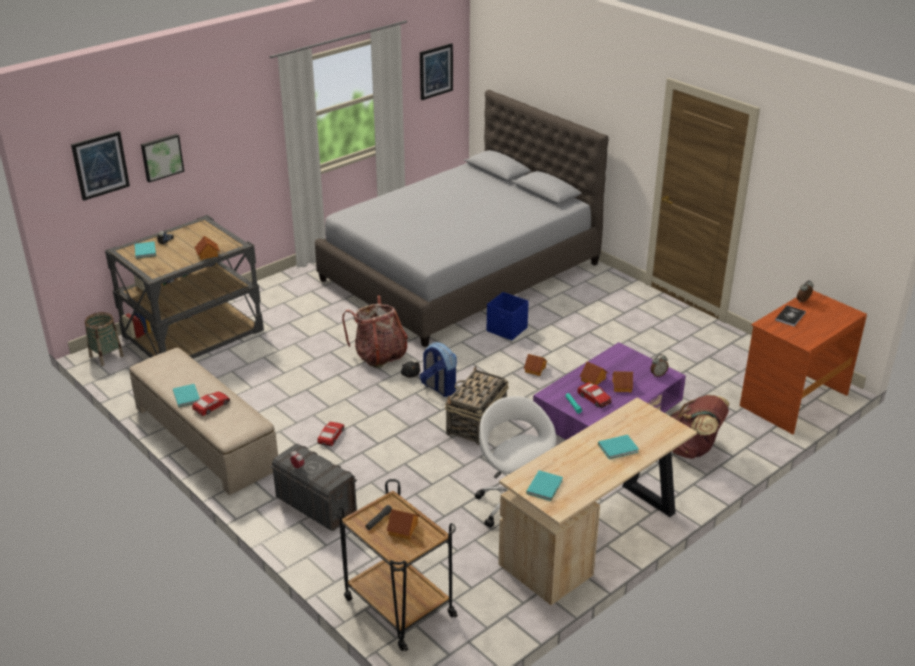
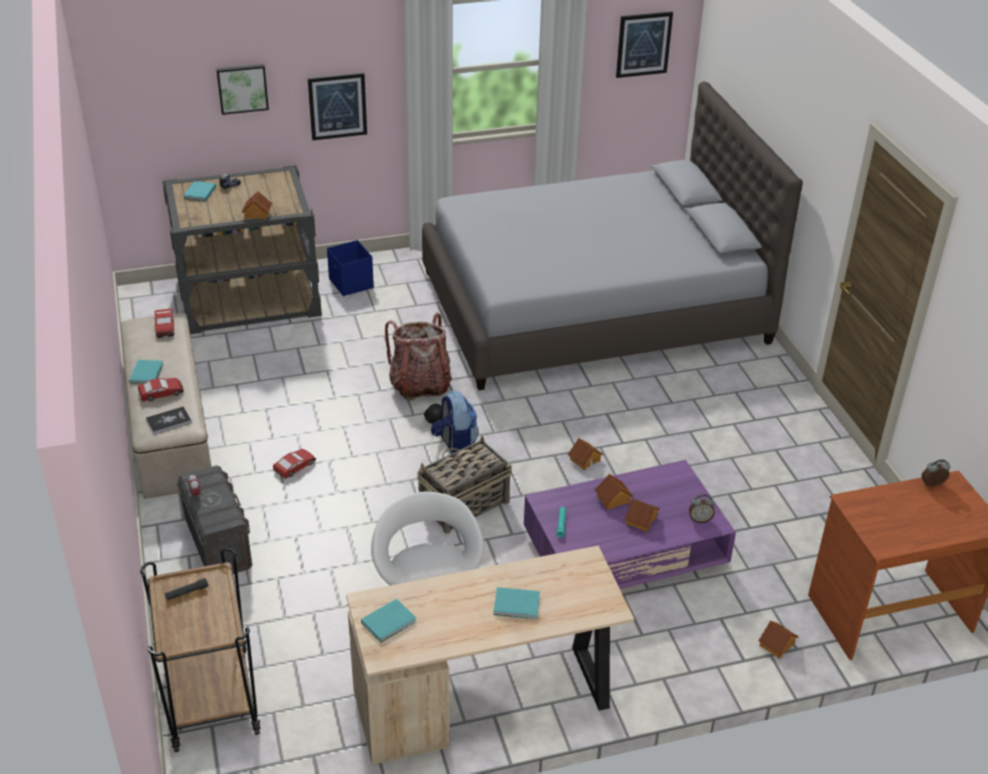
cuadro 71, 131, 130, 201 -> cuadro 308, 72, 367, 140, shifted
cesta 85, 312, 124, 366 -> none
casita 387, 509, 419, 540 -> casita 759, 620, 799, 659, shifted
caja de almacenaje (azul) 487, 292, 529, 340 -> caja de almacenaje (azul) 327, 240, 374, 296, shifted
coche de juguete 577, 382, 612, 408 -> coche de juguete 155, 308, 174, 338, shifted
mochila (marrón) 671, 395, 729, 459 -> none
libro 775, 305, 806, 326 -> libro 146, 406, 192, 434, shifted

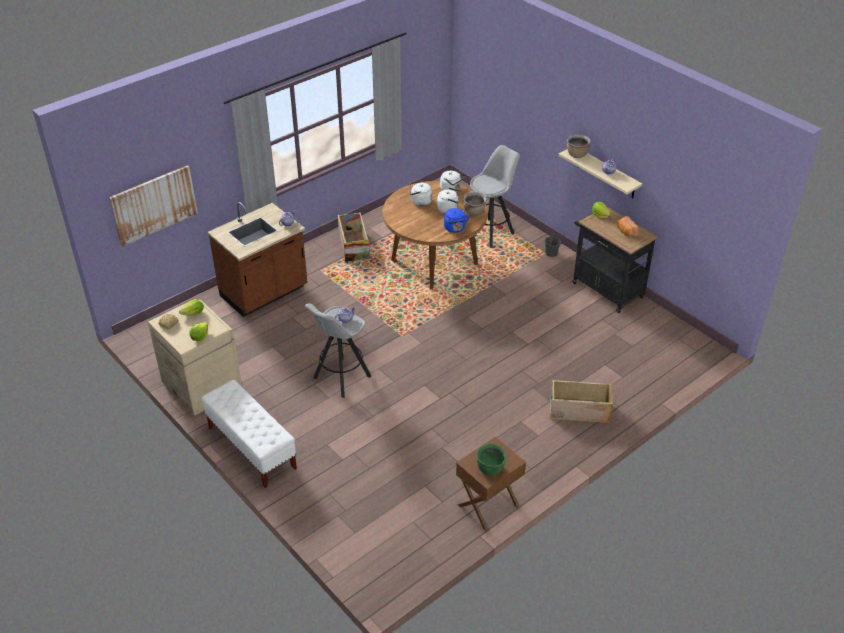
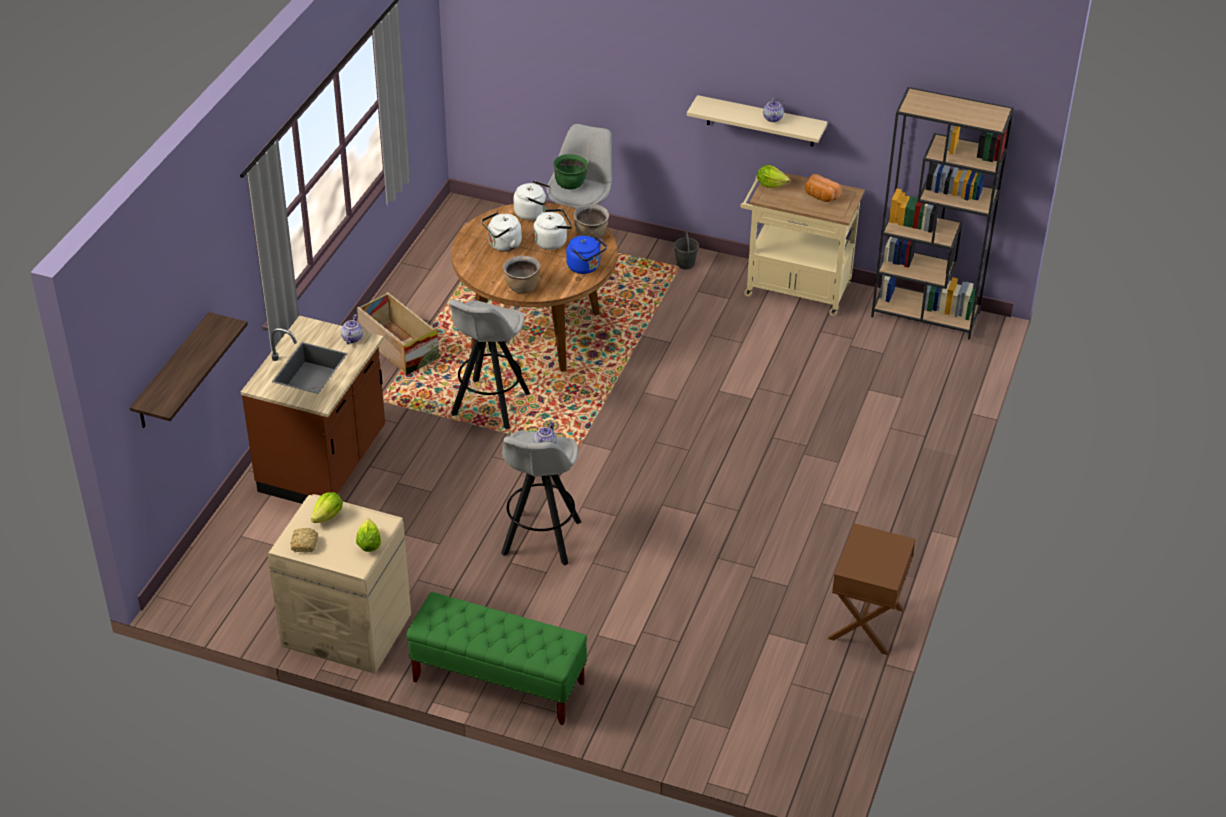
cuadro 109, 165, 198, 246 -> estante 130, 312, 248, 428
banco (blanco) 201, 380, 297, 488 -> banco (verde) 407, 592, 587, 725
olla (verde) 477, 444, 507, 476 -> olla (verde) 553, 154, 588, 189, shifted
caja de embalaje 550, 380, 613, 424 -> none
olla (marrón) 567, 135, 591, 158 -> olla (marrón) 503, 256, 540, 293, shifted
carrito (negro) 572, 206, 658, 313 -> carrito (beis) 740, 172, 865, 316
none -> taburete (gris) 448, 299, 530, 429
none -> estantería 871, 87, 1014, 339

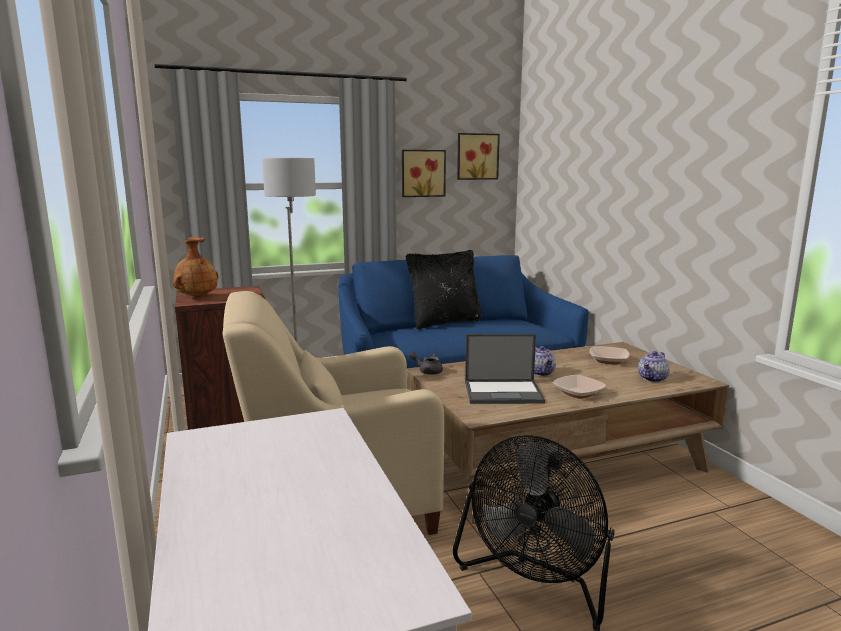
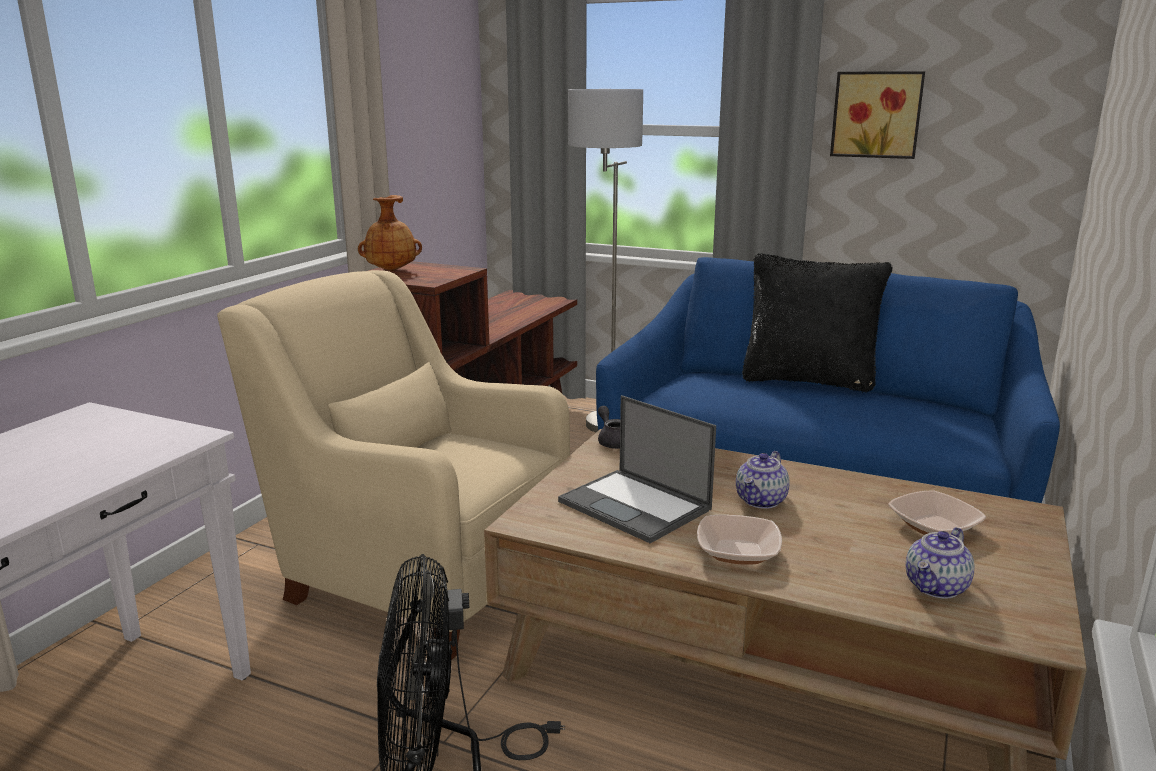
cuadro 457, 133, 500, 180 -> none
tetera 638, 351, 670, 382 -> tetera 906, 527, 974, 599, 45 degrees counterclockwise

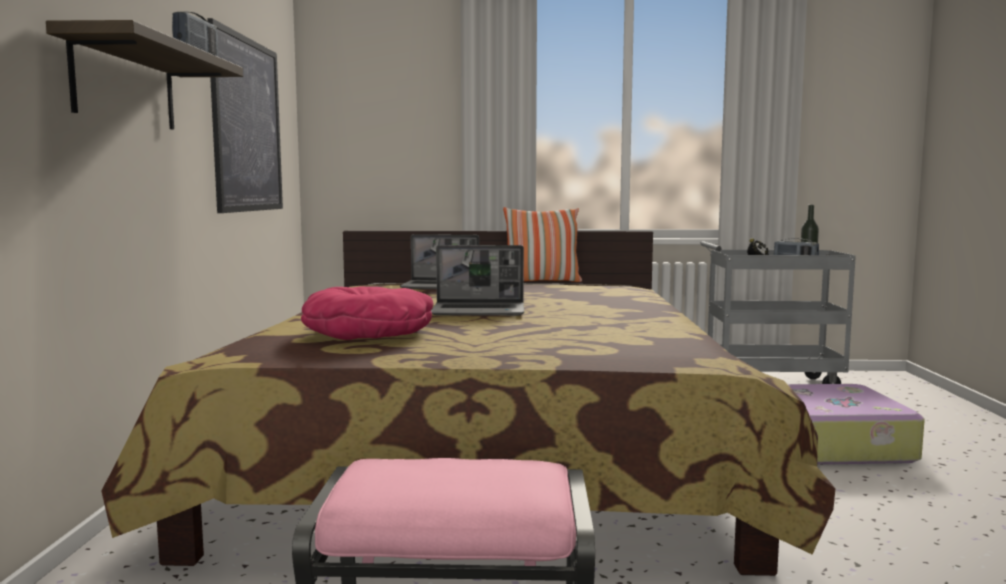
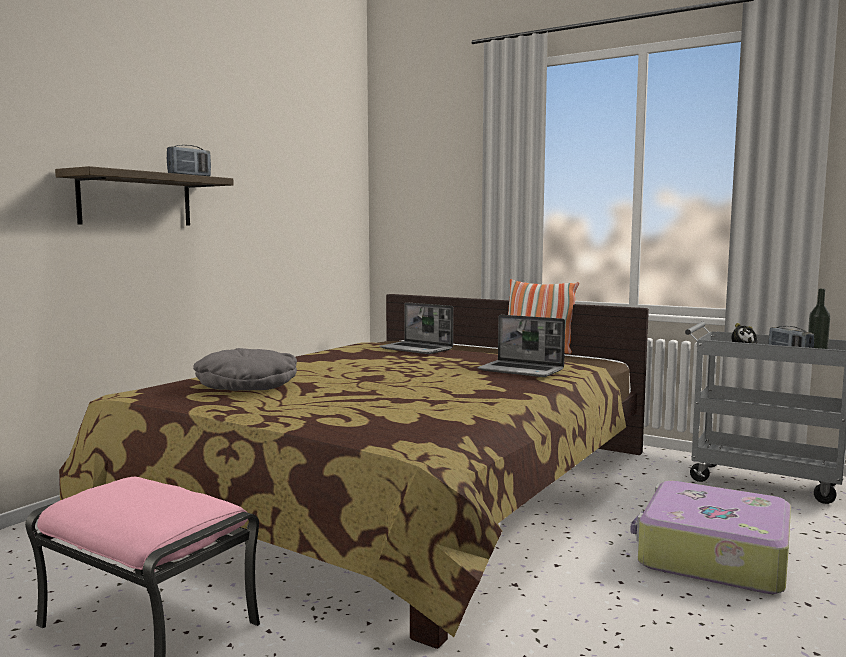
cuadro 207, 18, 283, 213 -> none
cojín (rosa) 301, 287, 433, 340 -> cojín (gris) 193, 348, 297, 391
portátil 431, 245, 524, 316 -> portátil 478, 315, 565, 377, shifted

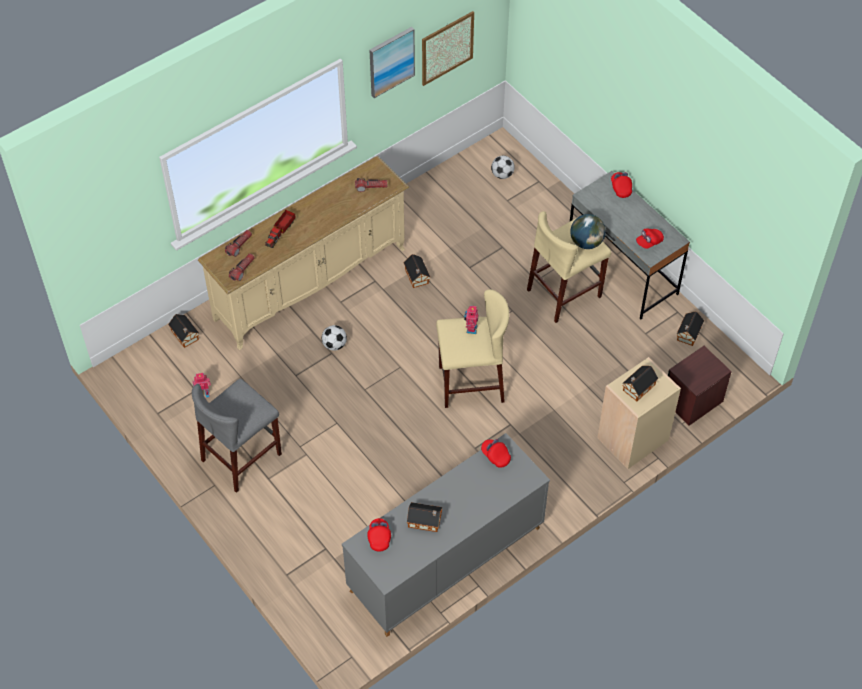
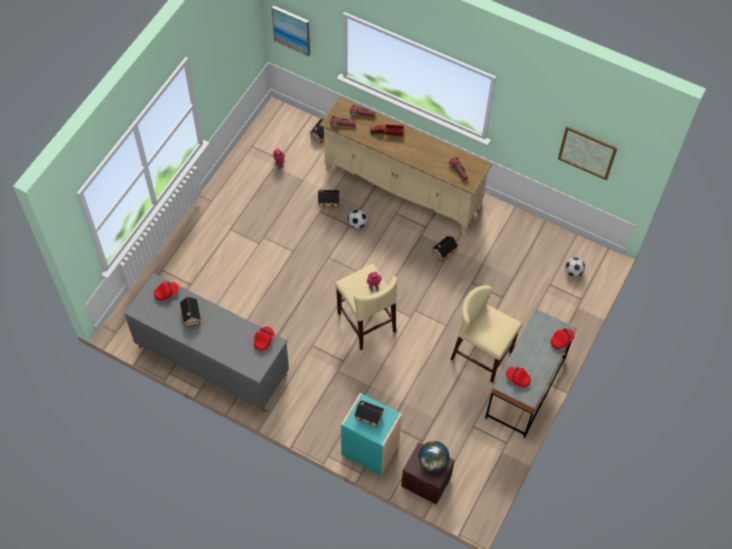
taburete (gris) 192, 378, 282, 493 -> none
cuadro 369, 27, 415, 98 -> cuadro 272, 5, 310, 56, shifted
globo terráqueo 570, 214, 606, 249 -> globo terráqueo 419, 441, 450, 472, shifted
estantería (beis) 597, 357, 681, 469 -> estantería (turquesa) 341, 393, 402, 476
casita 677, 311, 704, 346 -> casita 318, 189, 340, 207, shifted

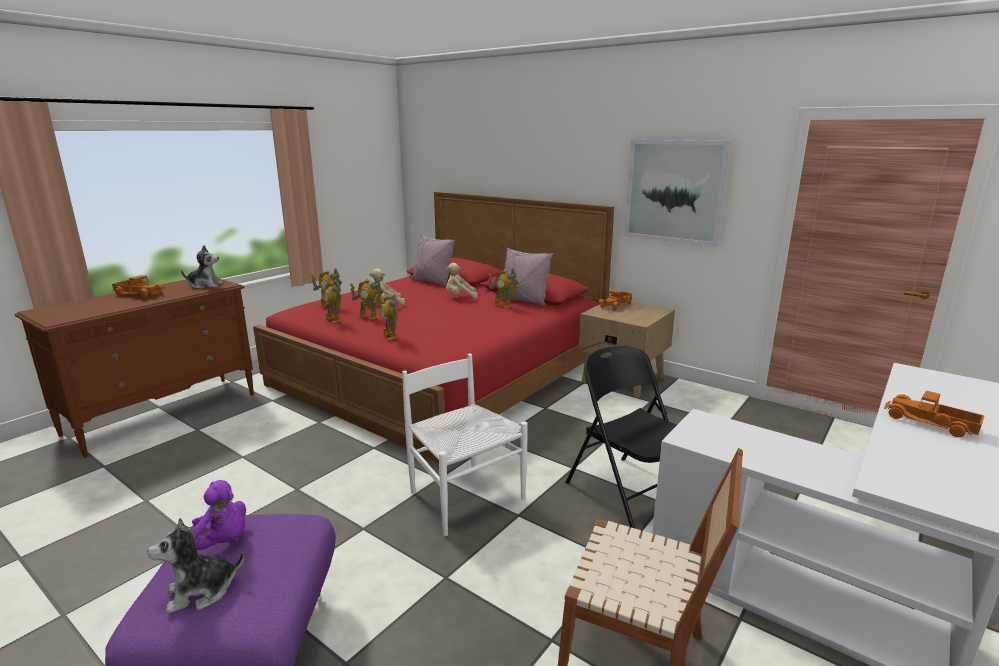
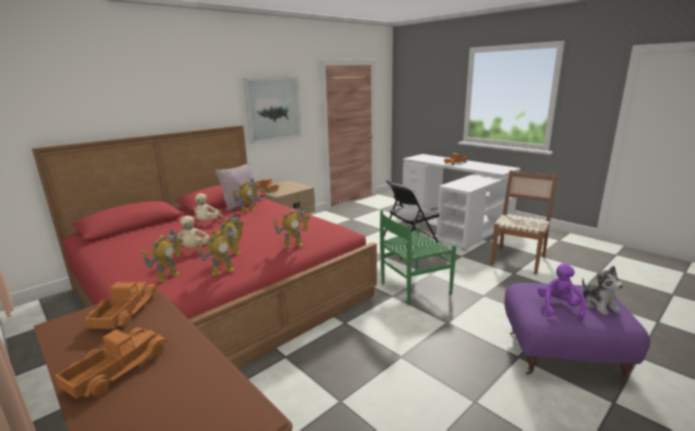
peluche 181, 245, 223, 289 -> camión de juguete 85, 282, 158, 329
silla (blanco) 402, 354, 528, 536 -> silla (verde) 380, 210, 456, 306
cojín (morado) 411, 234, 455, 286 -> none

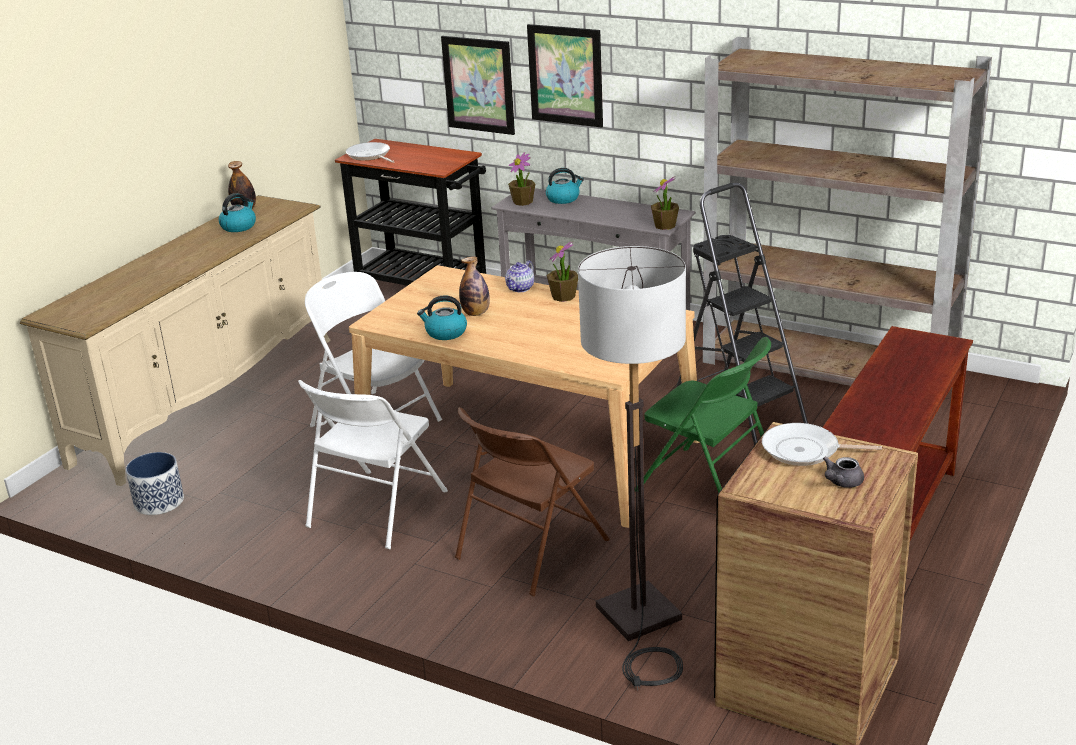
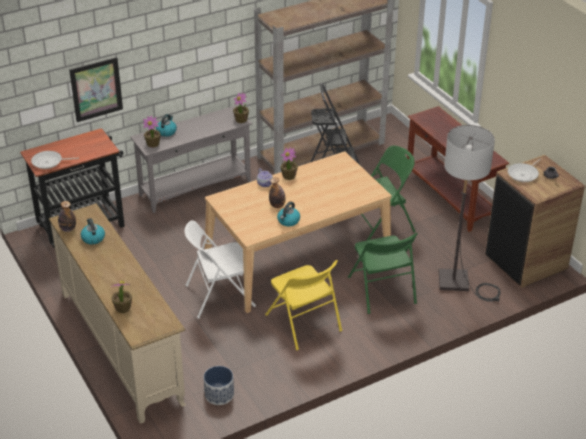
silla (blanco) 298, 380, 448, 549 -> silla (amarillo) 265, 260, 342, 351
silla (marrón) 455, 407, 609, 597 -> silla (verde) 348, 233, 418, 314
cuadro 527, 24, 603, 128 -> none
none -> planta en maceta 111, 281, 132, 313

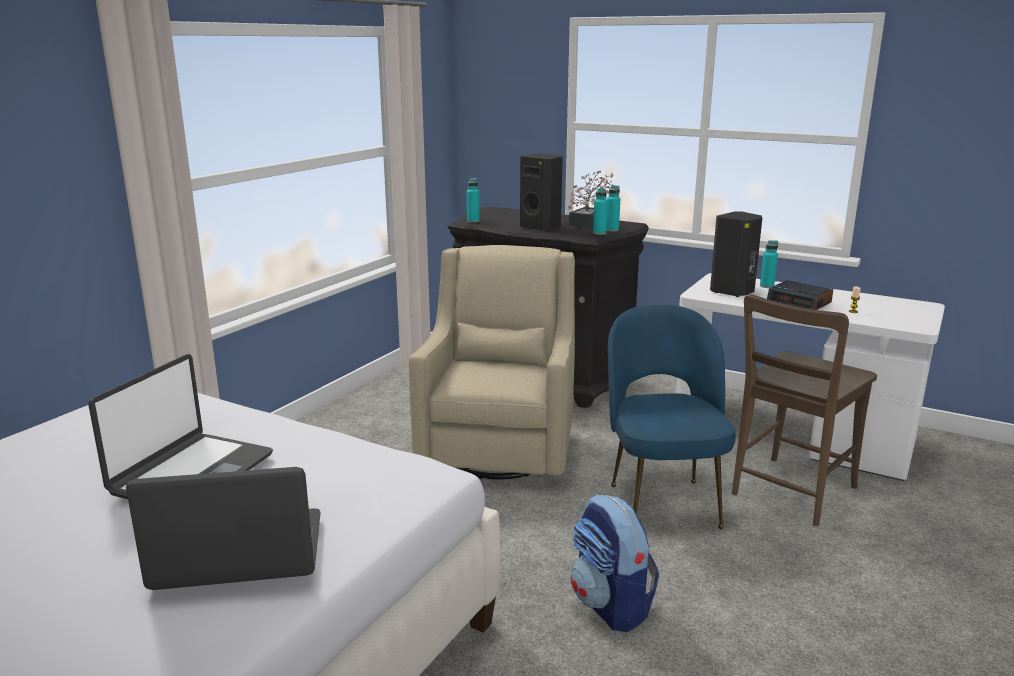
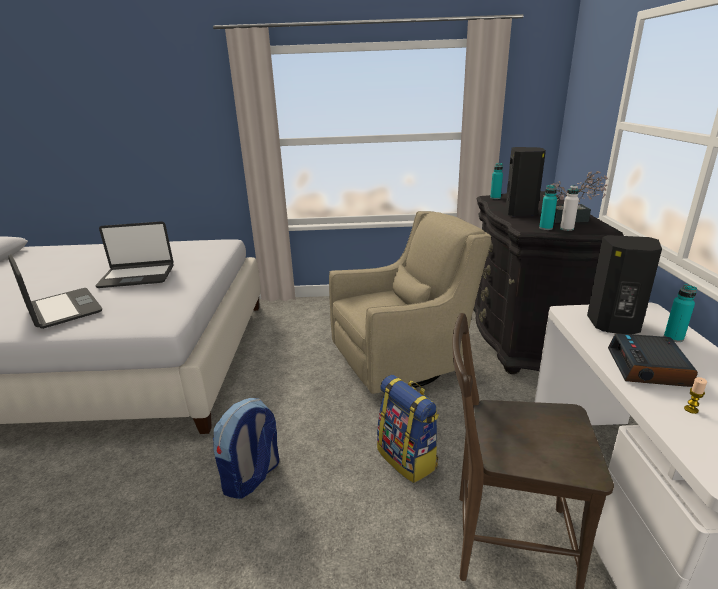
botella (turquesa) 607, 185, 620, 232 -> botella (blanco) 560, 185, 579, 231
silla (azul) 608, 305, 736, 529 -> mochila 377, 375, 439, 483

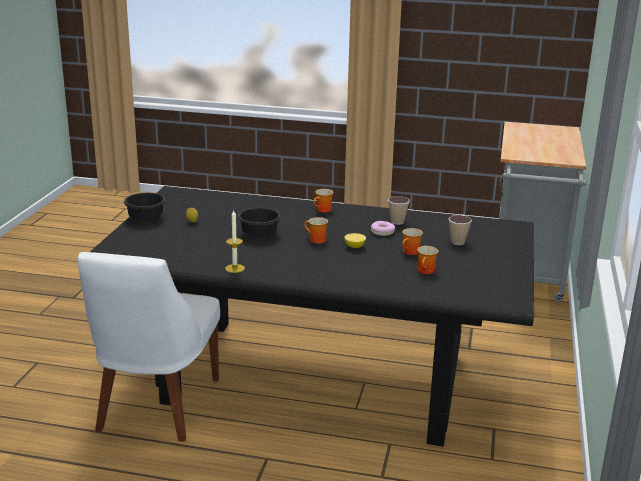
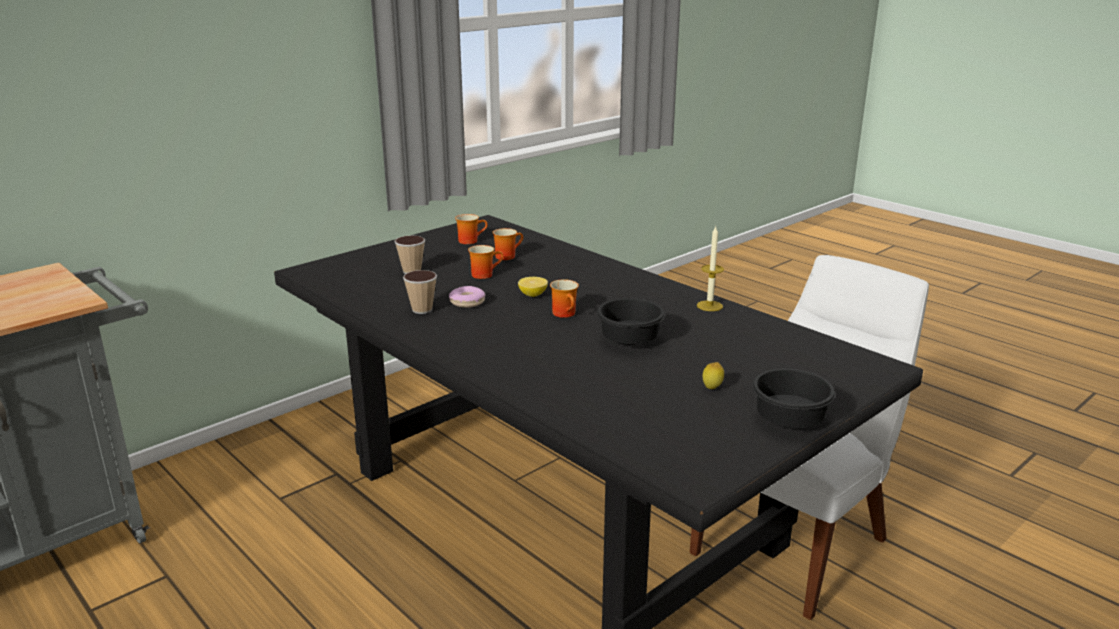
taza grande 313, 189, 334, 213 -> taza grande 455, 214, 488, 244, shifted

